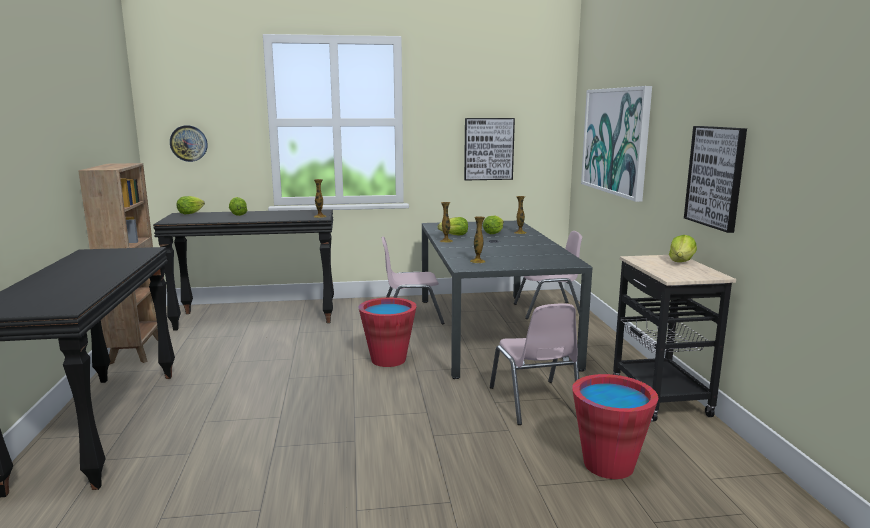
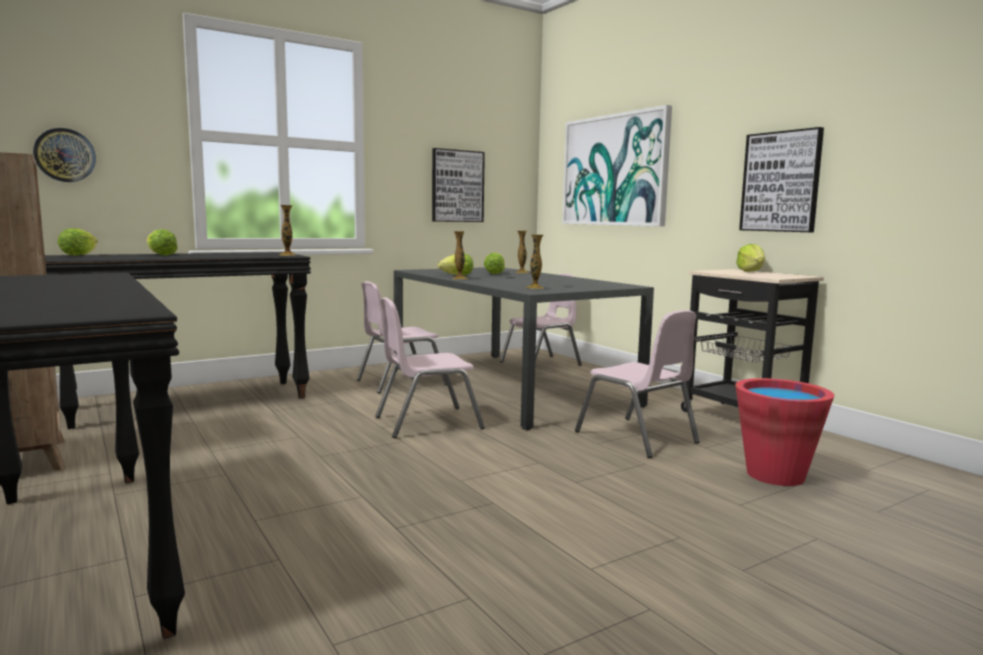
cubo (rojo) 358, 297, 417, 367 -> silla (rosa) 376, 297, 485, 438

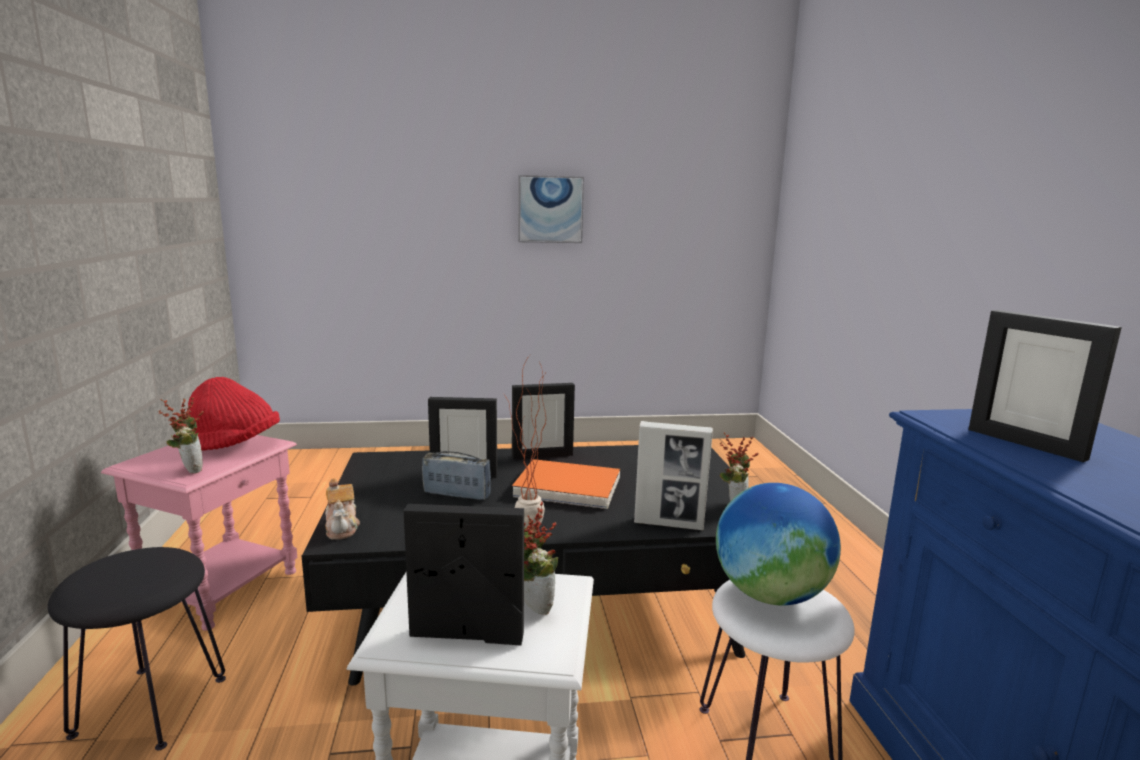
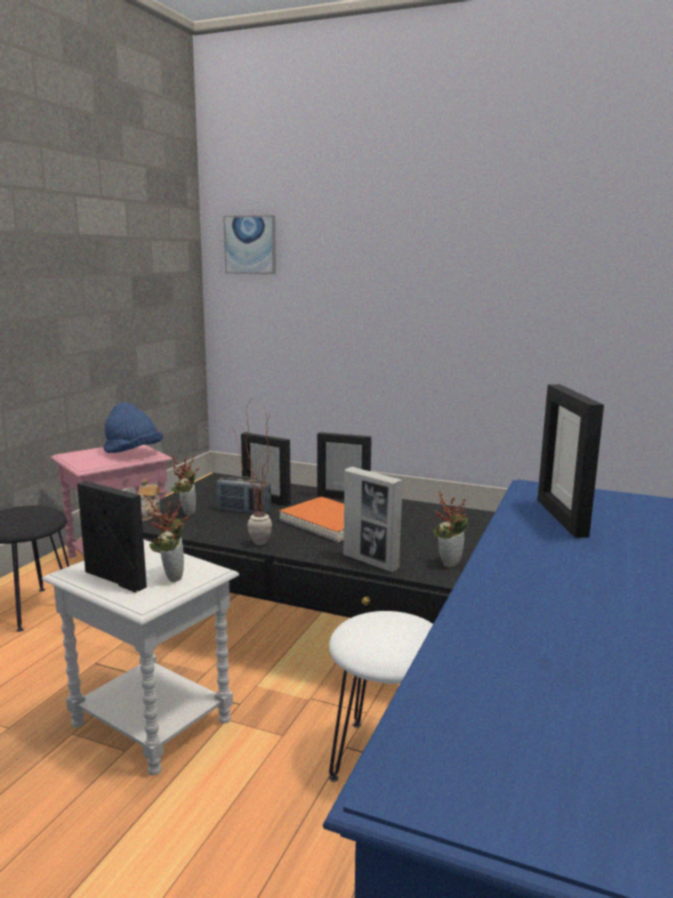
planta en maceta 158, 397, 204, 474 -> planta en maceta 170, 454, 200, 516, shifted
sombrero (rojo) 188, 377, 280, 451 -> sombrero (azul) 103, 402, 163, 453
radio 422, 451, 491, 500 -> radio 216, 476, 271, 514, 150 degrees clockwise
cuadro 518, 175, 584, 243 -> cuadro 223, 215, 276, 274, shifted
globo terráqueo 716, 483, 841, 606 -> none

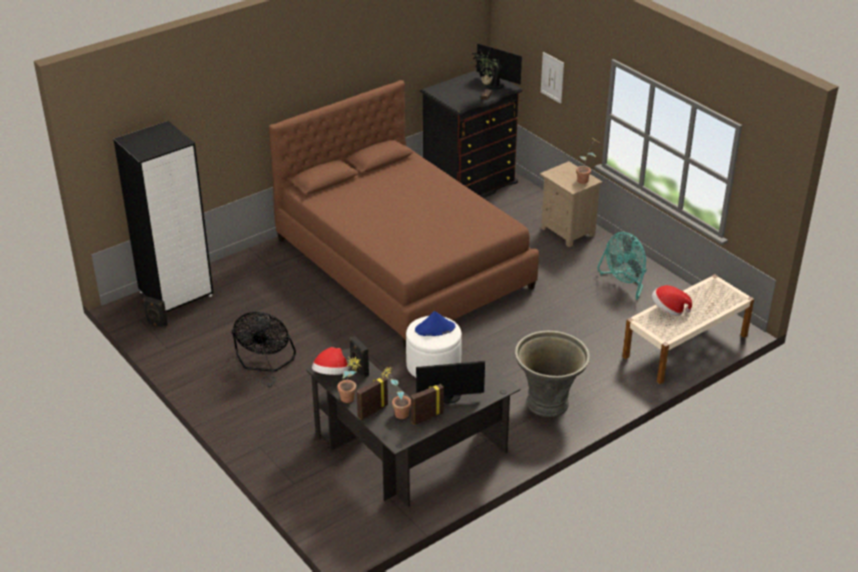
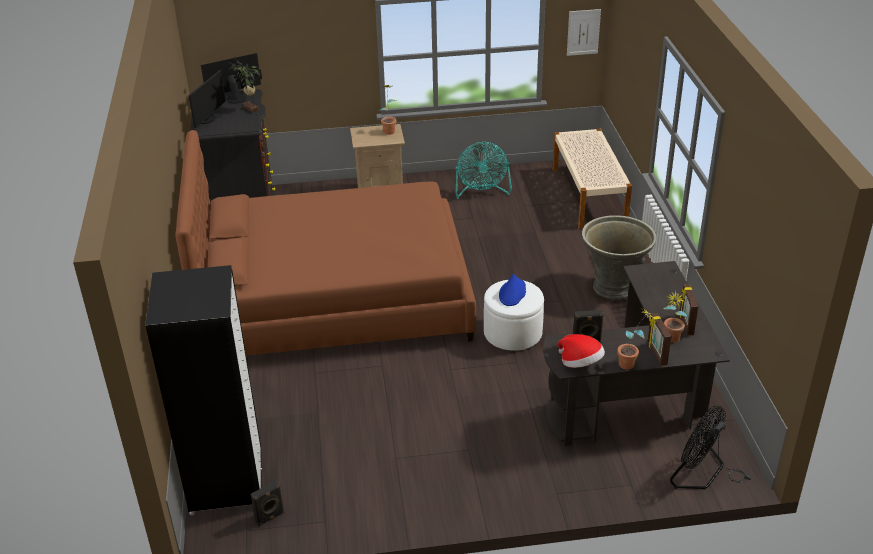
ventilador (negro) 231, 312, 296, 388 -> ventilador (negro) 670, 405, 752, 489, shifted
monitor 416, 361, 485, 403 -> monitor 189, 70, 226, 128, shifted
cuadro 541, 52, 564, 104 -> cuadro 567, 9, 601, 56, shifted
sombrero 652, 285, 692, 316 -> none

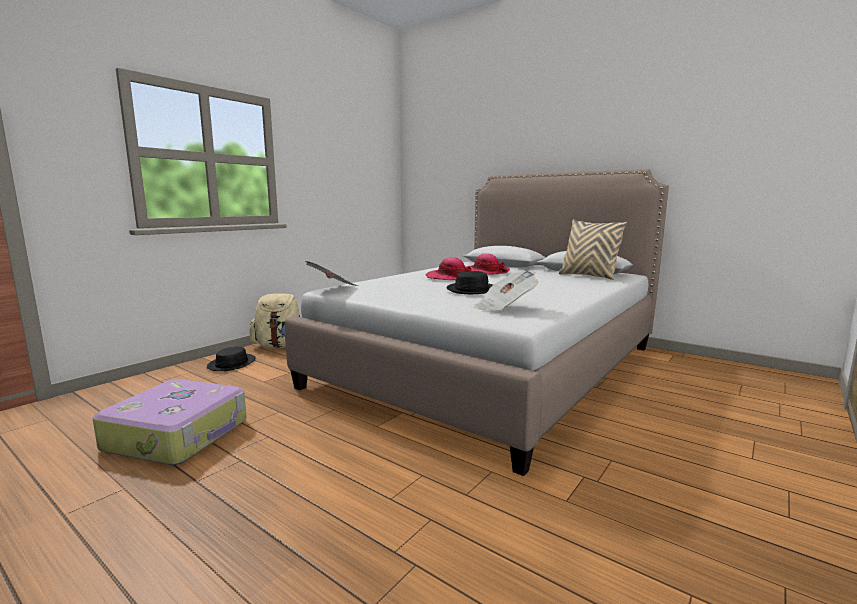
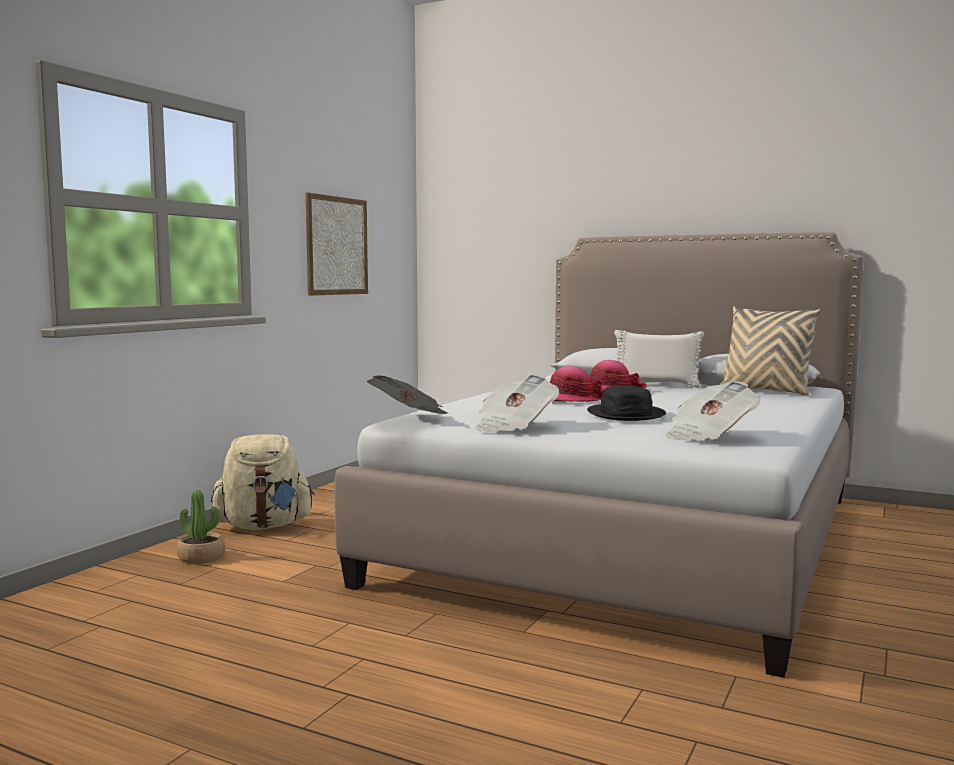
maleta 93, 379, 247, 465 -> none
sombrero (negro) 207, 347, 255, 371 -> planta en maceta 177, 490, 225, 564
none -> cuadro 305, 192, 368, 296
none -> periódico 476, 374, 559, 432
none -> cojín (blanco) 614, 330, 704, 388

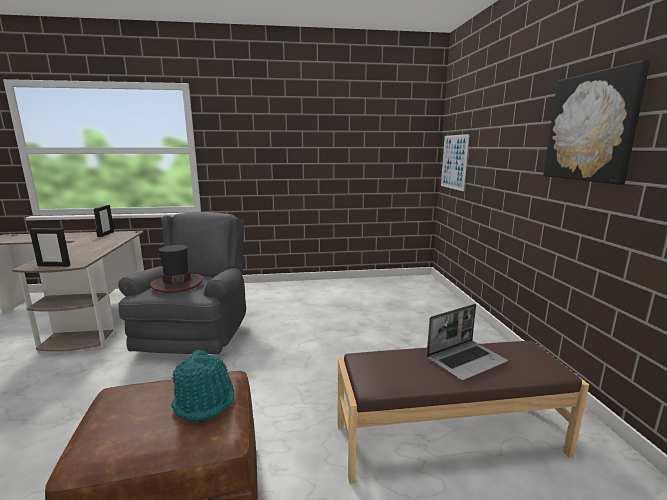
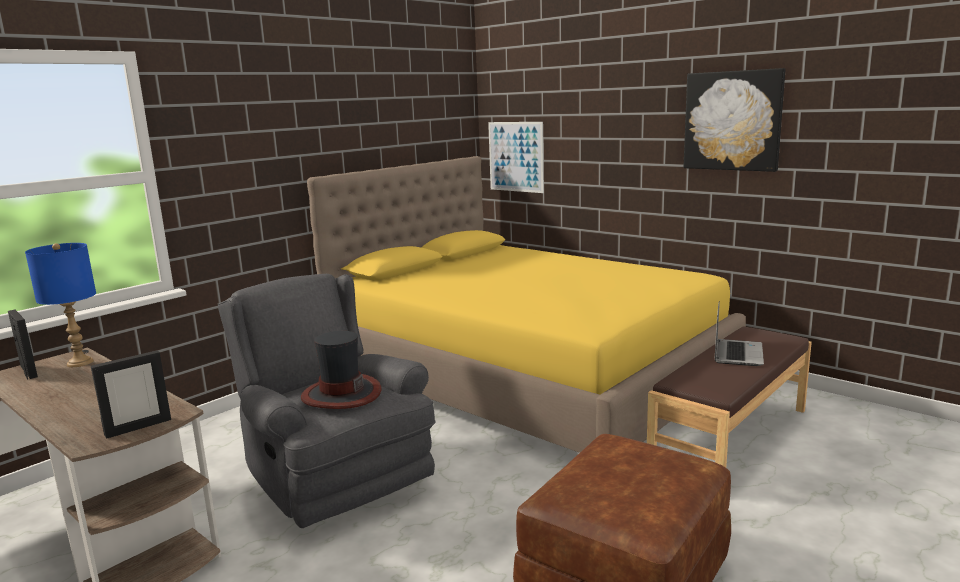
sombrero (turquesa) 171, 350, 235, 421 -> none
none -> lámpara de mesa (azul) 25, 243, 96, 367
none -> cama (amarillo) 307, 156, 746, 453

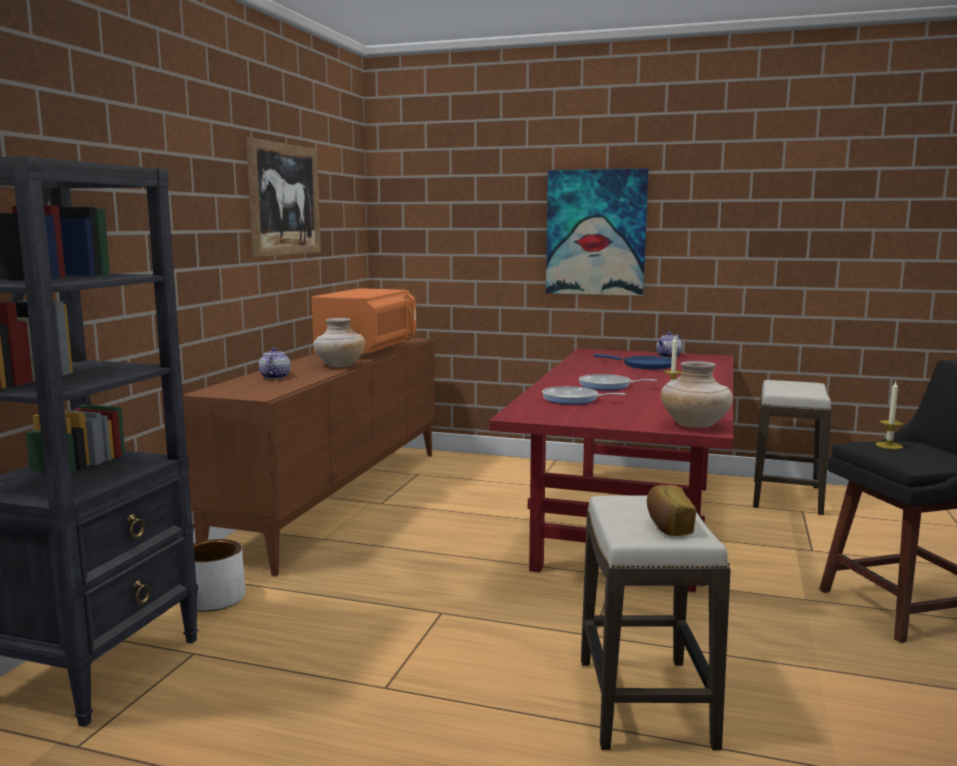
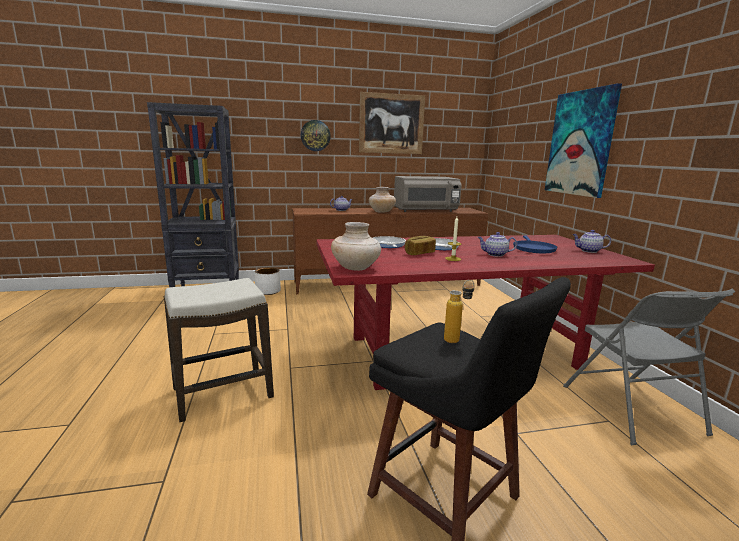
microondas (naranja) 312, 288, 416, 354 -> microondas (gris) 394, 176, 462, 212
pan 647, 485, 696, 536 -> pan 405, 236, 436, 255, shifted
taburete 753, 380, 832, 515 -> silla (gris) 563, 289, 735, 445
vela 876, 382, 903, 449 -> botella 444, 280, 474, 343
none -> reloj de pared 301, 120, 331, 151
none -> tetera 478, 232, 517, 257

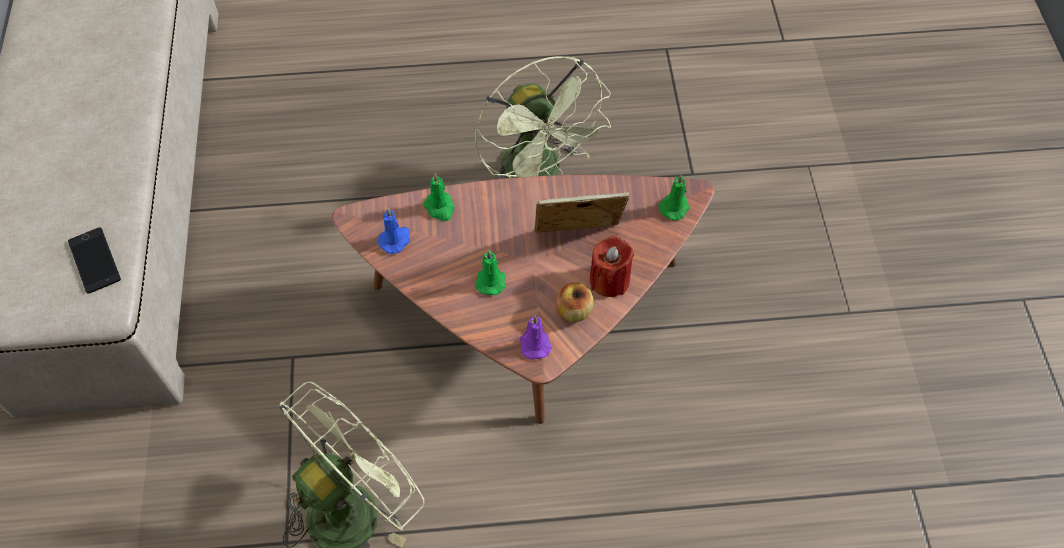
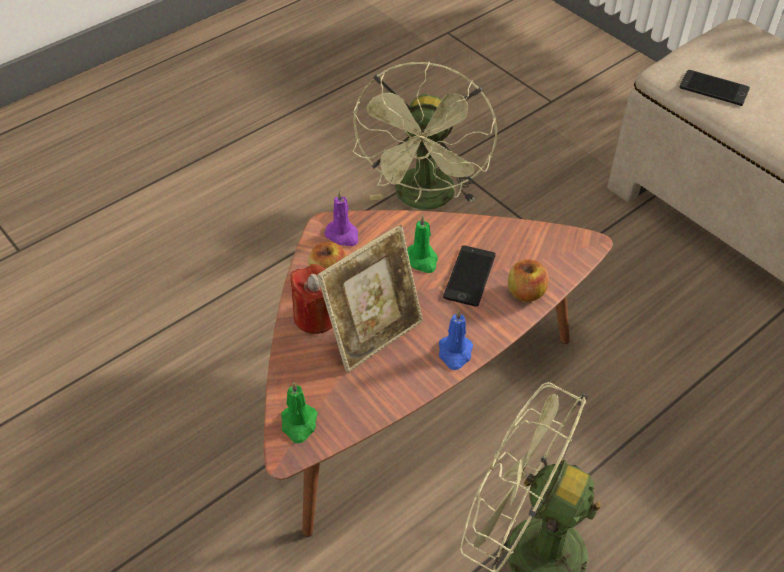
vela (azul) 378, 208, 410, 254 -> vela (azul) 439, 309, 473, 370, shifted
vela (verde) 423, 173, 455, 221 -> manzana 508, 259, 549, 302
none -> móvil 443, 245, 496, 307

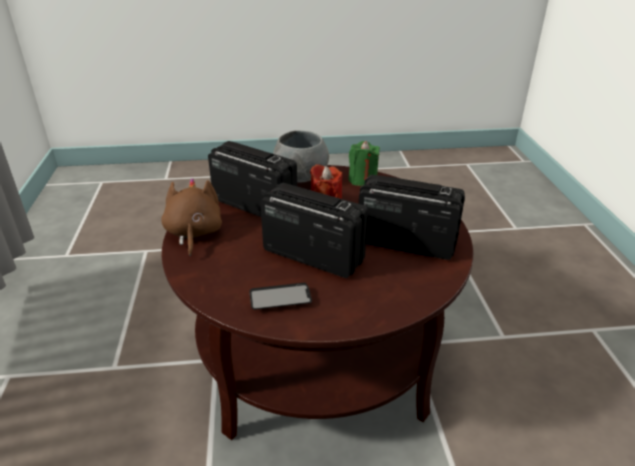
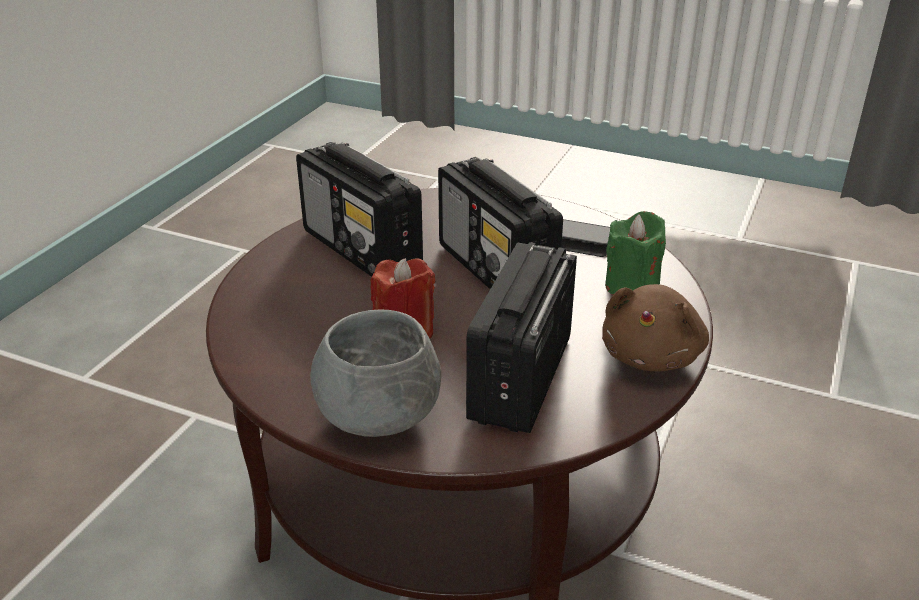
radio 208, 141, 297, 217 -> radio 466, 242, 577, 433, 45 degrees clockwise
vela (verde) 348, 141, 380, 186 -> vela (verde) 605, 211, 666, 295, shifted

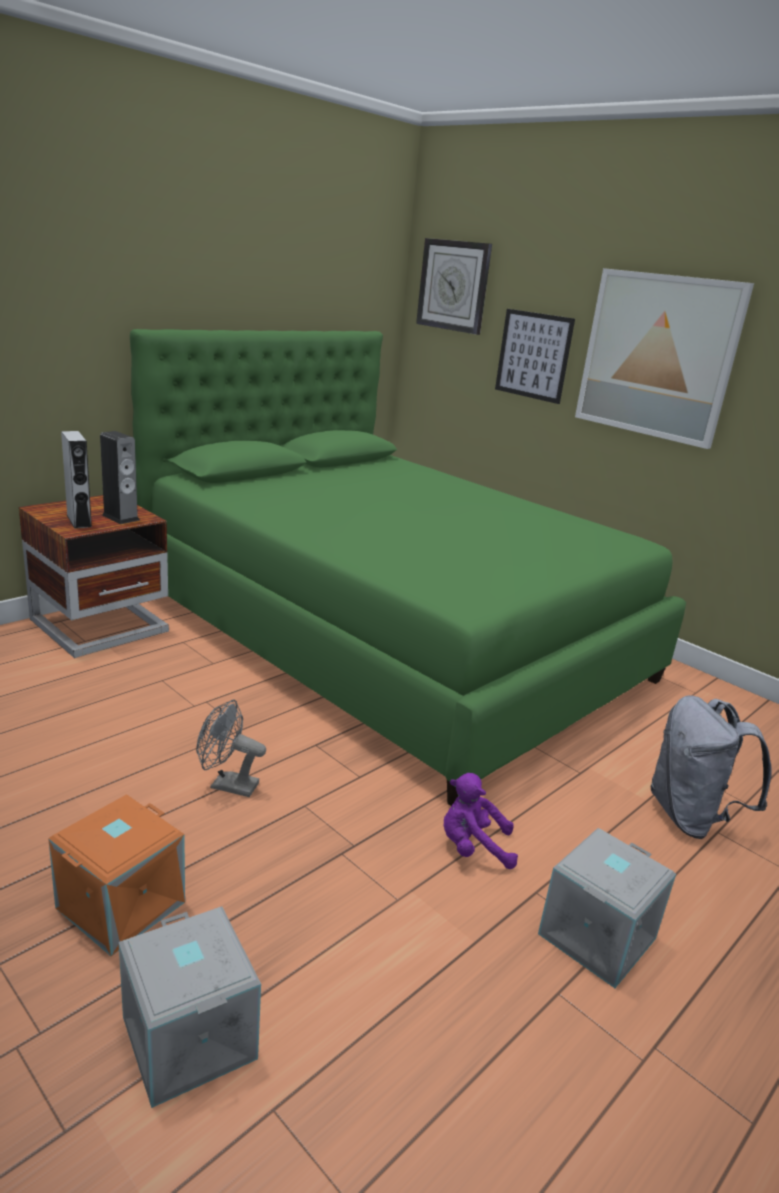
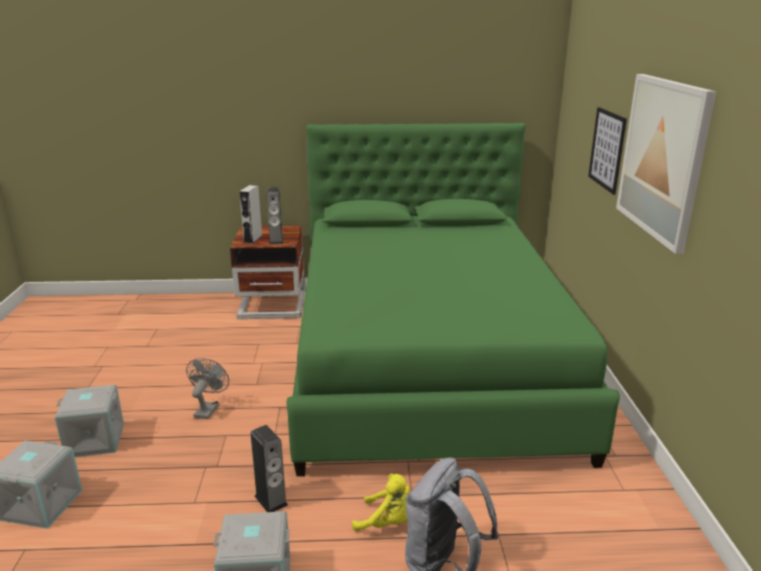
caja de almacenaje (naranja) 48, 795, 185, 956 -> caja de almacenaje (gris) 55, 385, 124, 457
ventilador (gris) 196, 700, 266, 797 -> ventilador (gris) 186, 358, 229, 419, 45 degrees clockwise
reloj de pared 416, 238, 492, 335 -> none
peluche (morado) 444, 773, 518, 869 -> altavoz 250, 425, 288, 512
none -> peluche (amarillo) 352, 474, 410, 531

